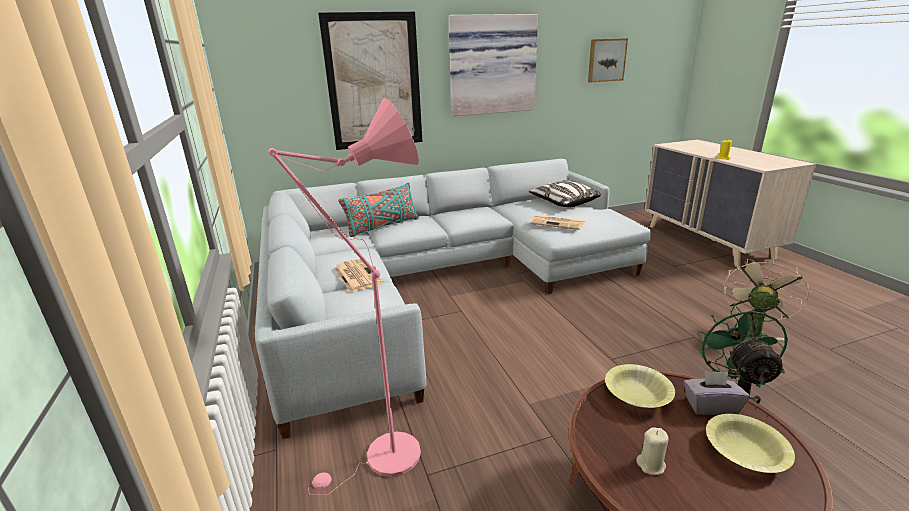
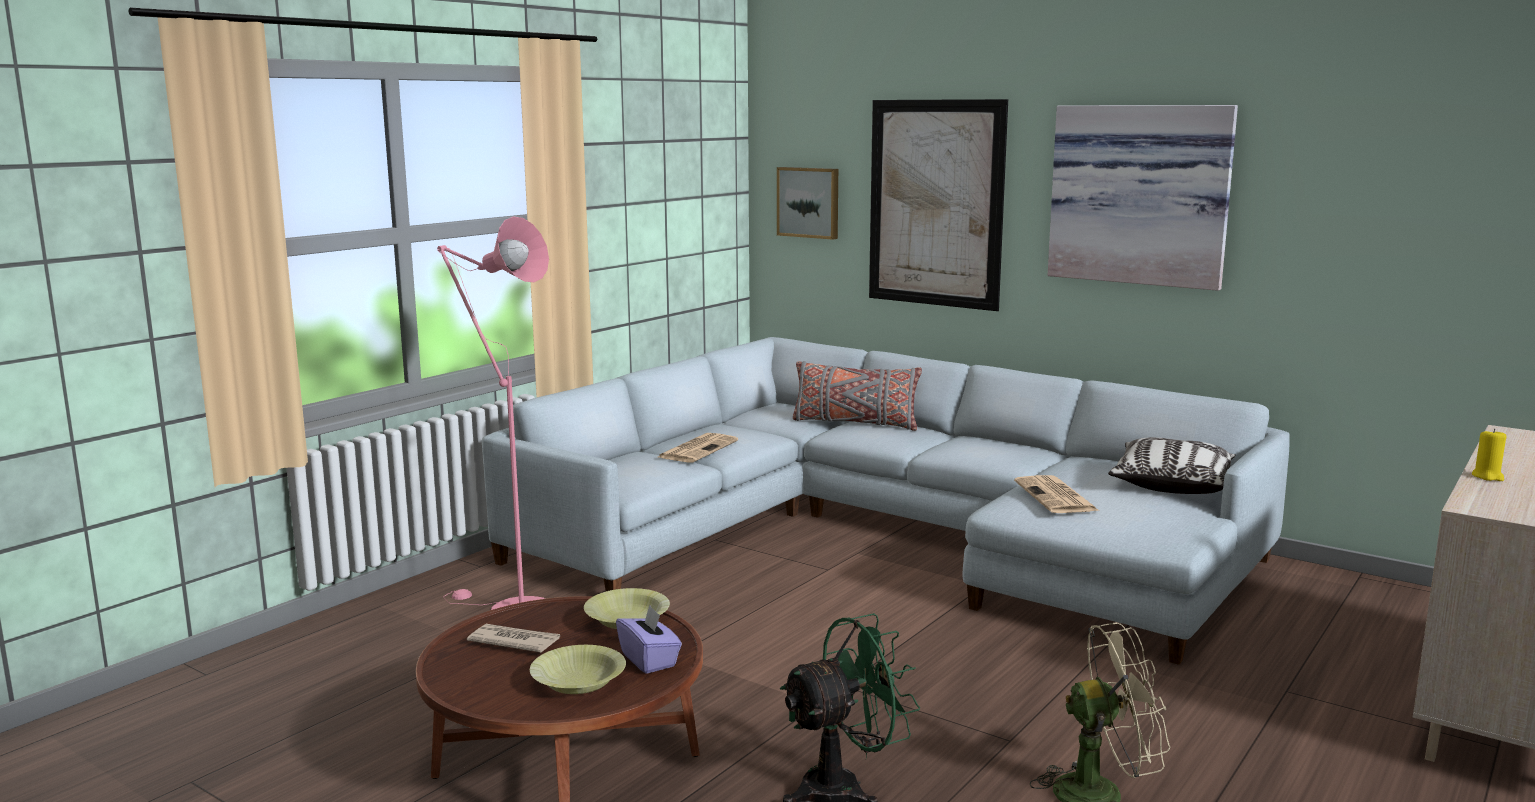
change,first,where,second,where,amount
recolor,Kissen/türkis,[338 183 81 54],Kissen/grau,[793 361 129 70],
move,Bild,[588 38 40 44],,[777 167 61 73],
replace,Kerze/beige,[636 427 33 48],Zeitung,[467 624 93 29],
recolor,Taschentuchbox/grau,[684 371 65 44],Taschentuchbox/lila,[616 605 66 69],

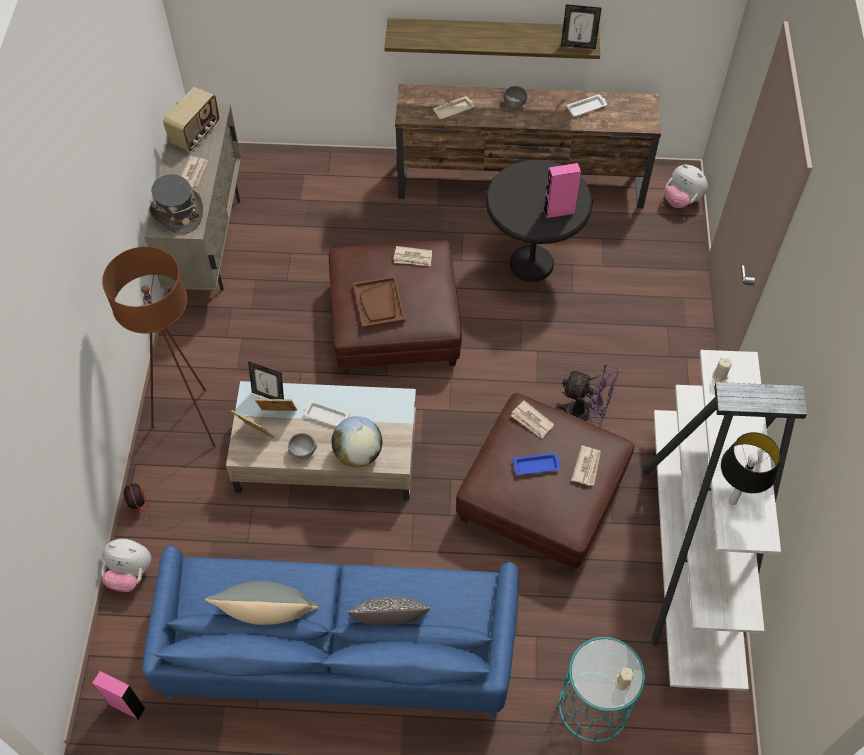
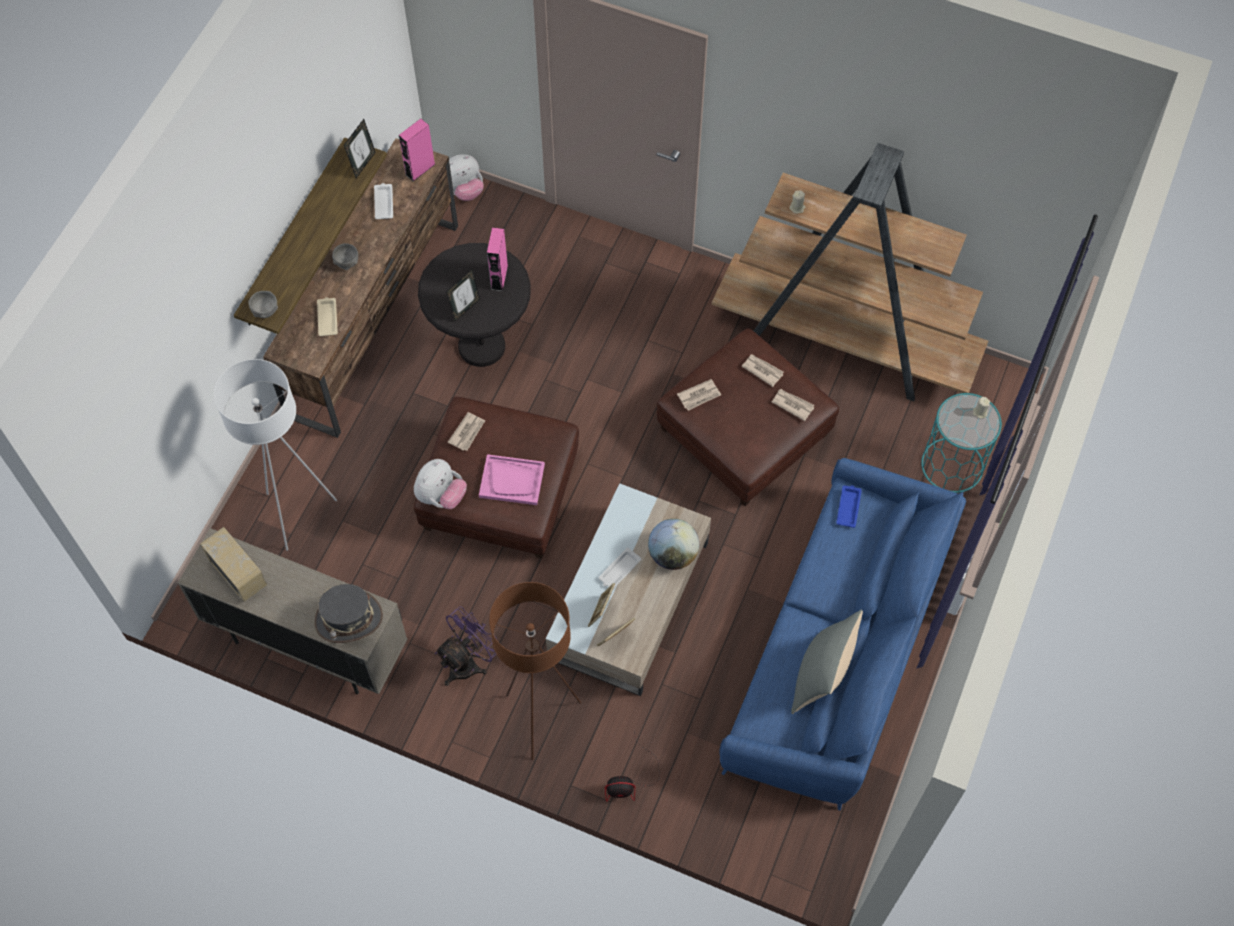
change,first,where,second,where,amount
move,Lautsprecher/rosa,[92 671 54 49],,[399 119 37 62],
move,Plüschtier,[101 539 50 53],,[414 459 53 50],
move,Zeitung,[180 156 28 31],,[772 389 42 32],
move,Bilderrahmen,[248 361 36 38],,[446 269 34 52],
move,Schüssel/grau,[288 433 29 27],,[248 291 30 27],
delete,Kissen,[347 597 83 28],,,
recolor,Tablett/braun,[353 276 52 54],Tablett/rosa,[479 454 66 51],
move,Tablett/blau,[513 453 48 22],,[836 485 26 43],
move,Ventilator/lila,[556 364 63 60],,[435 606 62 80],
recolor,Bücherregal/weiß,[643 350 164 341],Bücherregal/braun,[712 143 276 258],
delete,Tischlampe,[721 432 59 73],,,
insert,,,Stehlampe/weiß,[214 359 123 192],

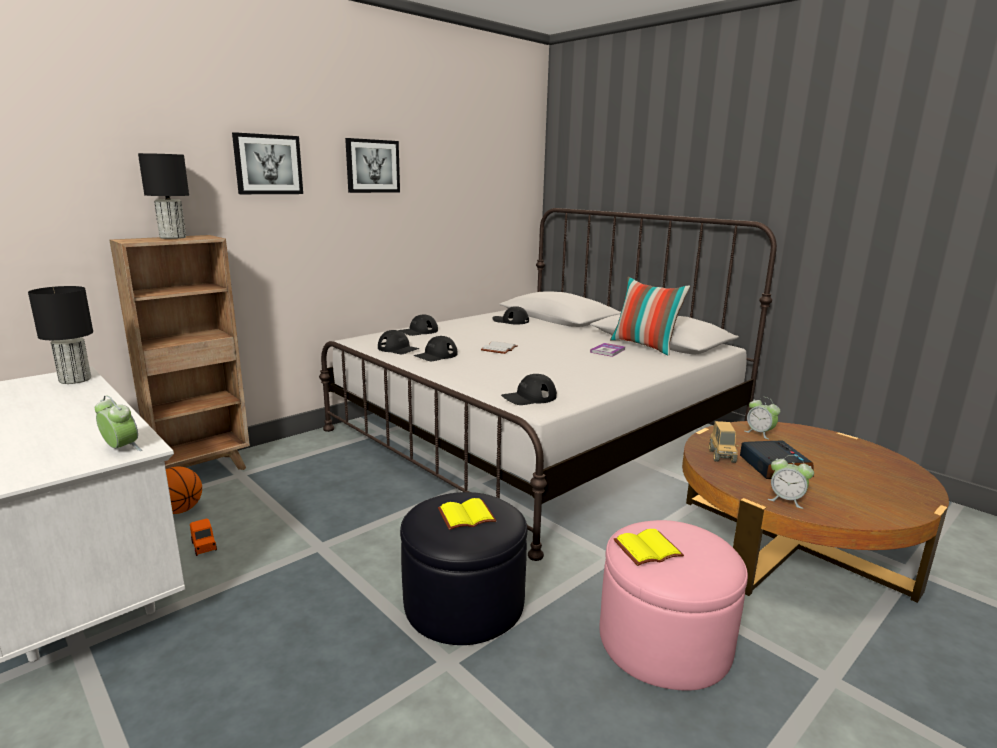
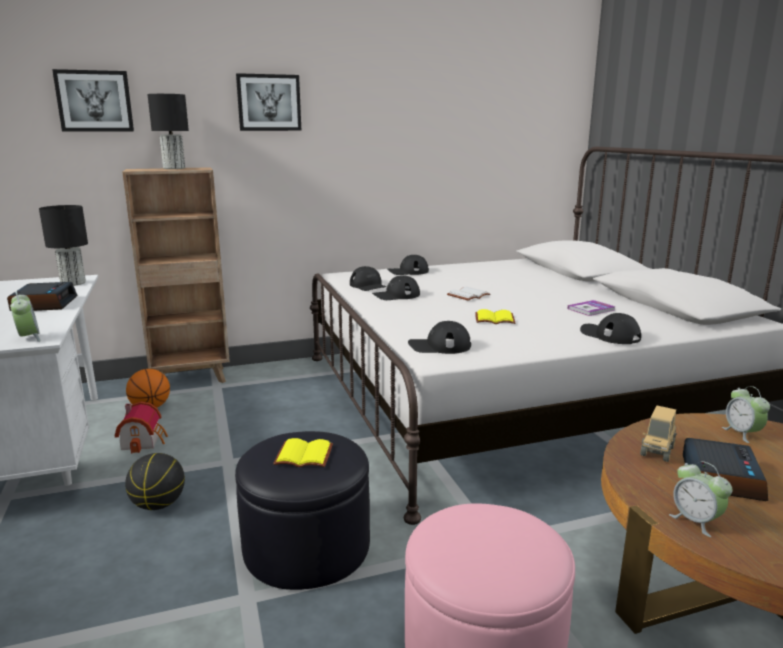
change,first,where,second,where,amount
replace,Spielzeugauto/orange,[190 519 27 37],Spielzeughaus,[115 402 53 51],
move,Bild,[345 138 55 55],,[52 69 82 63],
move,Kappe/schwarz,[492 306 37 18],,[580 313 61 31],
delete,Kissen,[610 277 80 79],,,
move,Buch/gelb,[614 529 70 37],,[475 309 40 15],
insert,,,Wecker,[7 282 70 29],
insert,,,Basketball,[125 453 60 57],

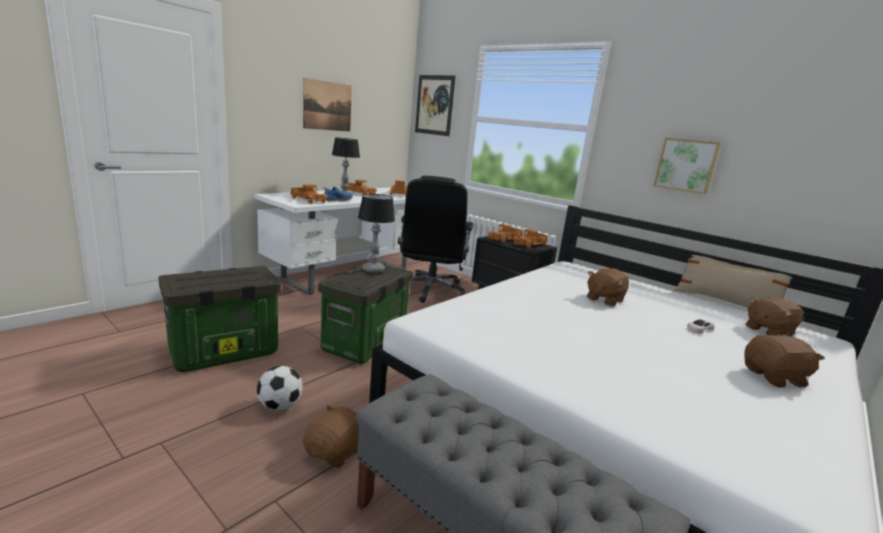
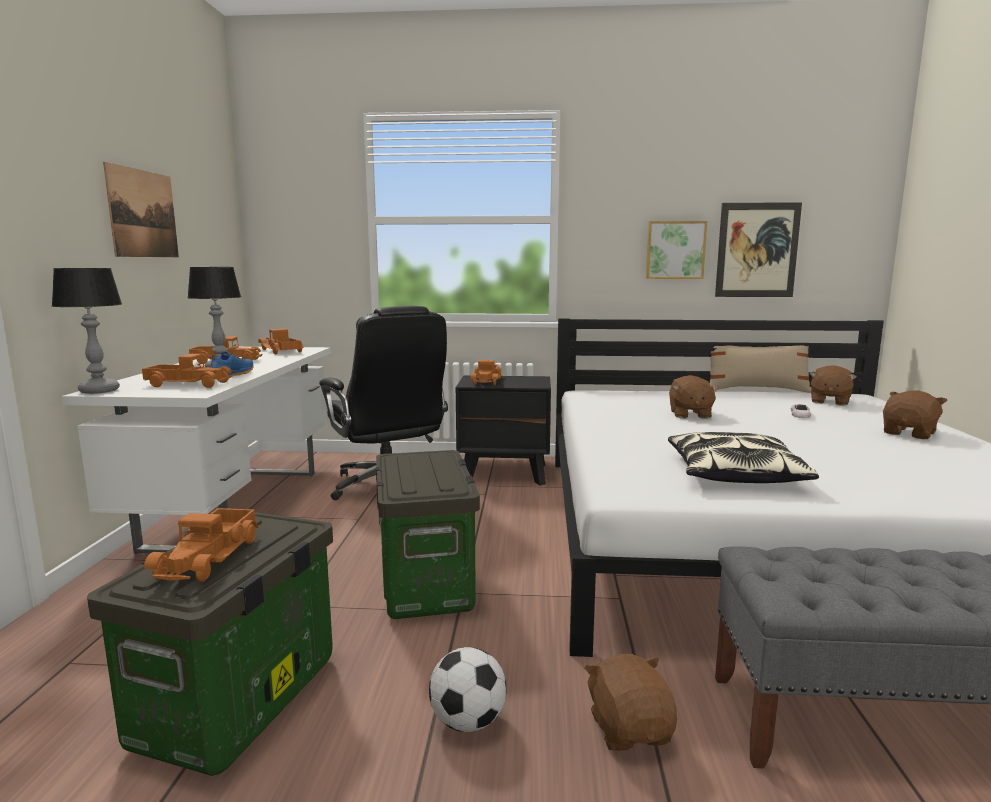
change,first,where,second,where,amount
move,Tischlampe,[358 194 37 79],,[52 268 70 126],
move,Bild,[415 75 41 61],,[715 202 87 95],
move,Spielzeuglaster,[513 229 35 20],,[144 508 116 74],
insert,,,Kissen,[668 432 151 51],

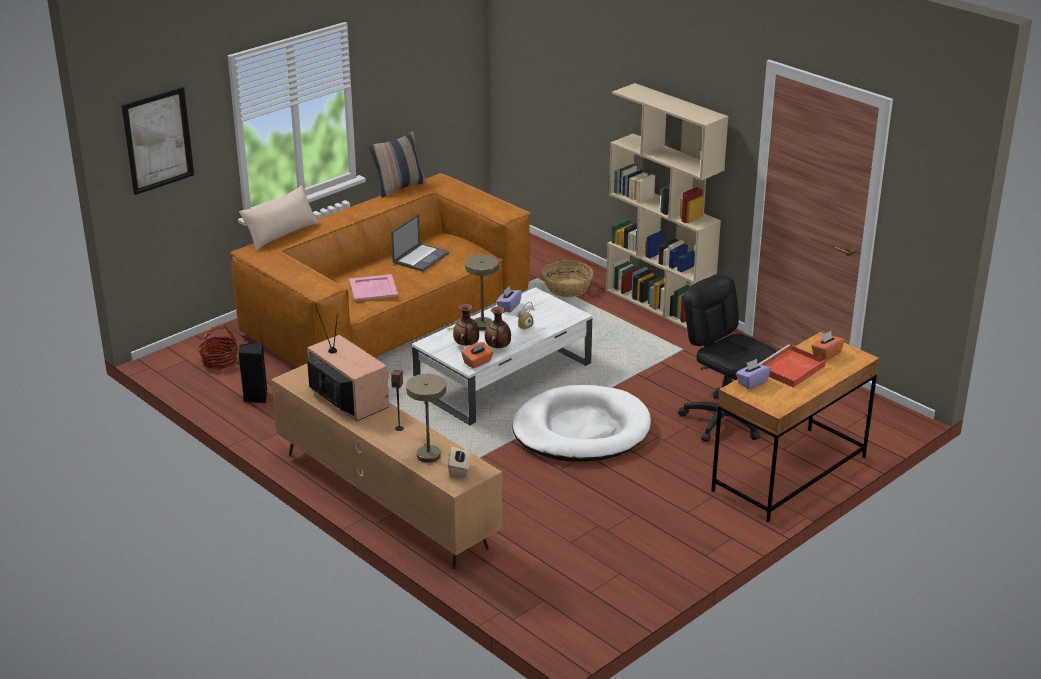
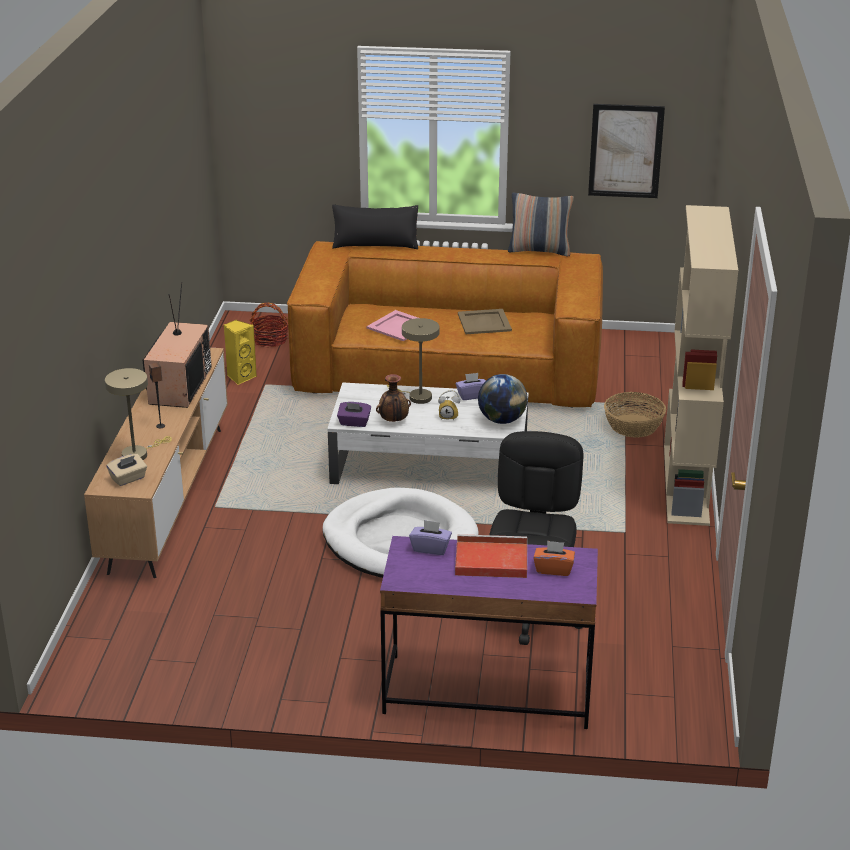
change,first,where,second,where,amount
move,Bild,[122 87 72 108],,[588 104 77 94],
recolor,Kissen/beige,[239 185 79 66],Kissen/schwarz,[332 204 86 45],
recolor,Lautsprecher/schwarz,[239 342 28 61],Lautsprecher/gelb,[224 320 33 65],
replace,Laptop,[391 214 58 58],Tablett/beige,[458 309 54 25],
delete,Vase,[453 304 26 42],,,
recolor,Taschentuchbox/orange,[461 342 33 26],Taschentuchbox/lila,[337 402 34 25],
recolor,Schreibtisch/braun,[712 332 167 190],Schreibtisch/lila,[380 536 218 193],
insert,,,Globus,[478 374 50 50],

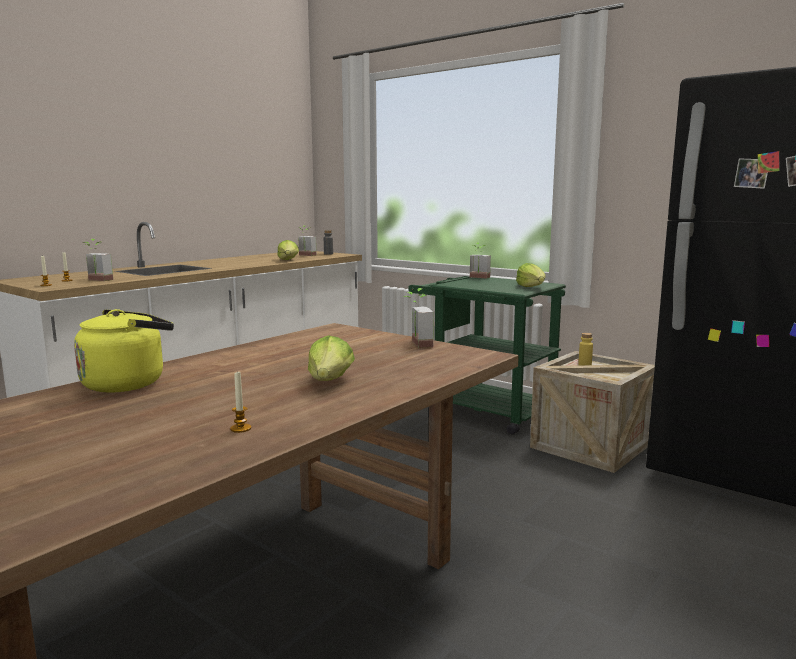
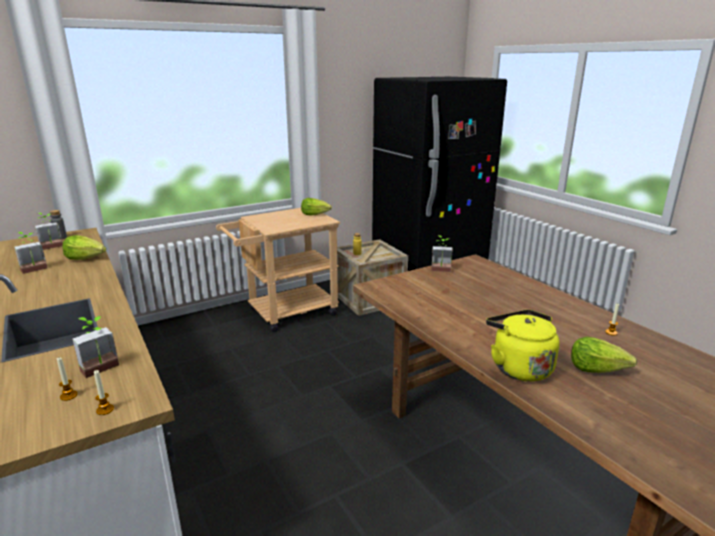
change,first,where,second,where,amount
move,Salatkopf,[308 335 47 46],,[571 337 66 36],
recolor,Rollwagen/grün,[408 276 158 158],Rollwagen/beige,[216 208 124 124],
move,Topfpflanze,[470 243 21 35],,[14 232 34 42],

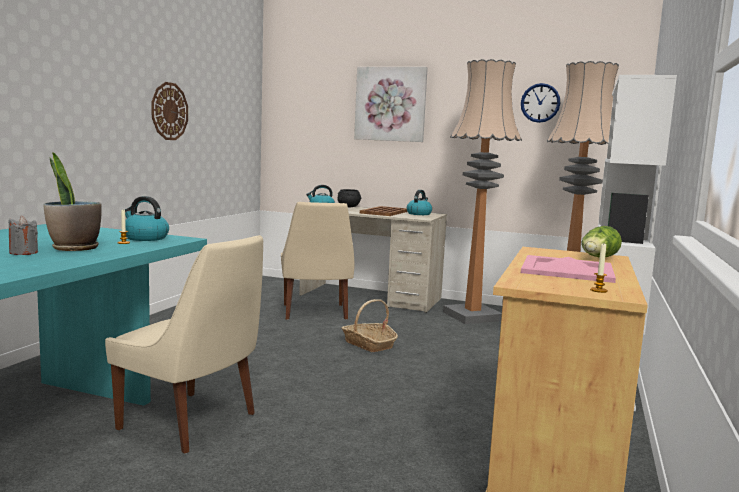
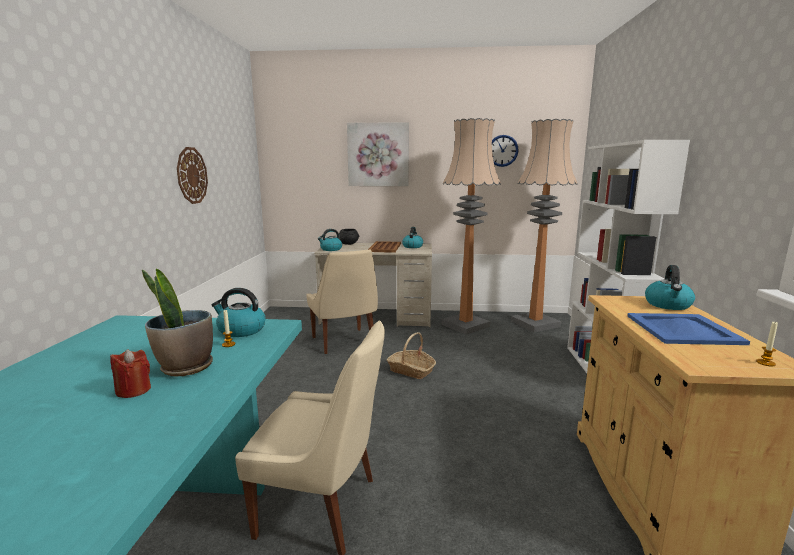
change,first,where,second,where,amount
recolor,Kerze/grau,[8 216 30 39],Kerze/rot,[110 349 41 49],
recolor,Tablett/rosa,[521 255 95 28],Tablett/blau,[627 313 123 32],
replace,Salatkopf,[582 226 40 32],Wasserkessel,[645 265 50 45],

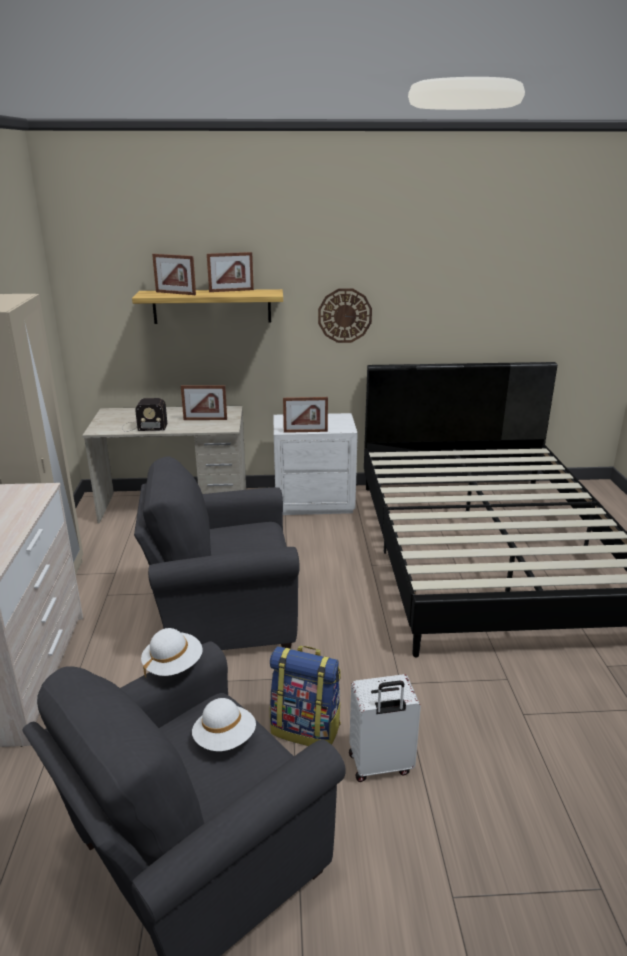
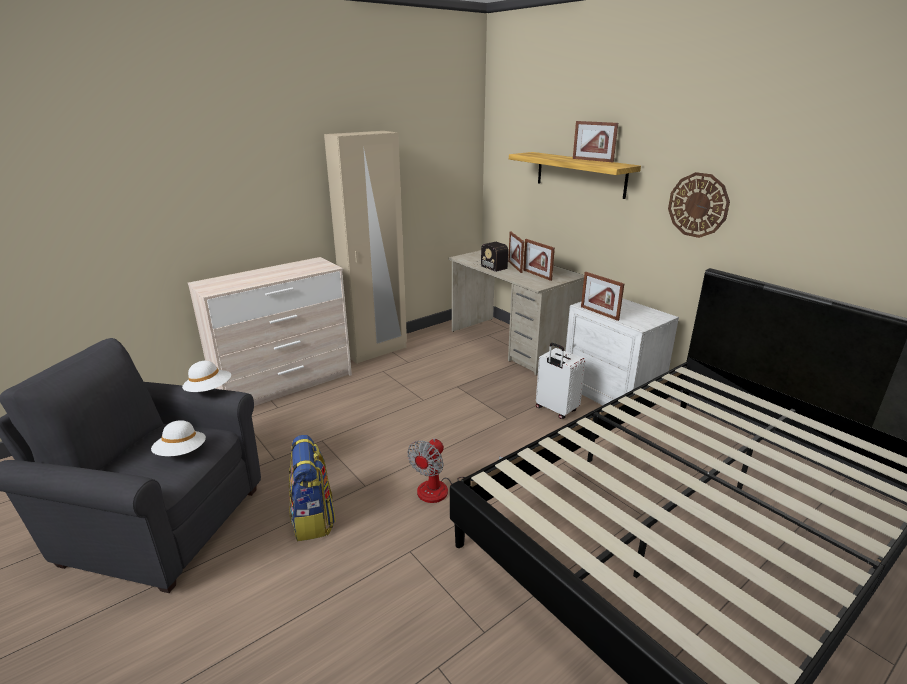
change,first,where,second,where,amount
delete,Sessel/grau,[134 456 166 194],,,
move,Bilderrahmen,[152 254 44 41],,[508 232 16 41],
move,Koffer/weiß,[349 674 72 108],,[536 343 49 76],
insert,,,Ventilator,[407 438 96 65],

